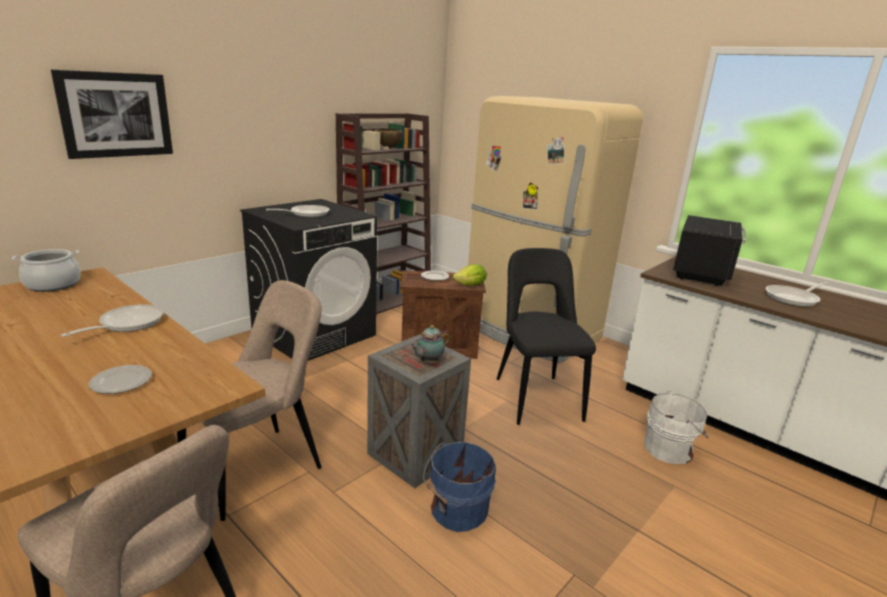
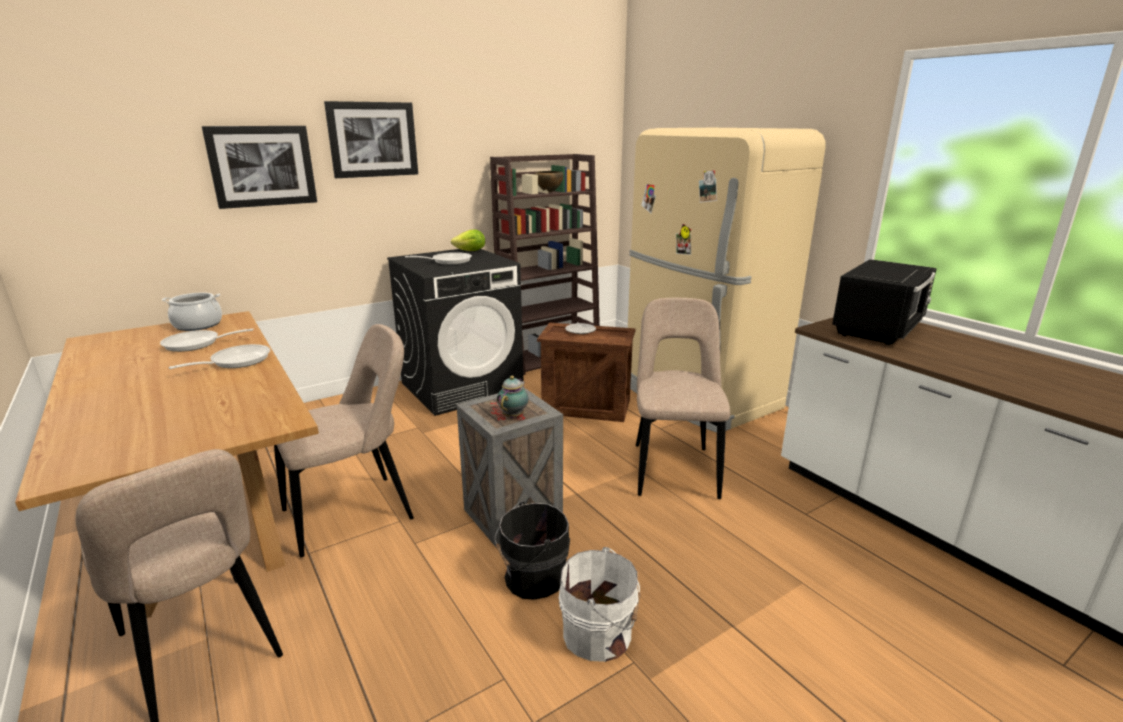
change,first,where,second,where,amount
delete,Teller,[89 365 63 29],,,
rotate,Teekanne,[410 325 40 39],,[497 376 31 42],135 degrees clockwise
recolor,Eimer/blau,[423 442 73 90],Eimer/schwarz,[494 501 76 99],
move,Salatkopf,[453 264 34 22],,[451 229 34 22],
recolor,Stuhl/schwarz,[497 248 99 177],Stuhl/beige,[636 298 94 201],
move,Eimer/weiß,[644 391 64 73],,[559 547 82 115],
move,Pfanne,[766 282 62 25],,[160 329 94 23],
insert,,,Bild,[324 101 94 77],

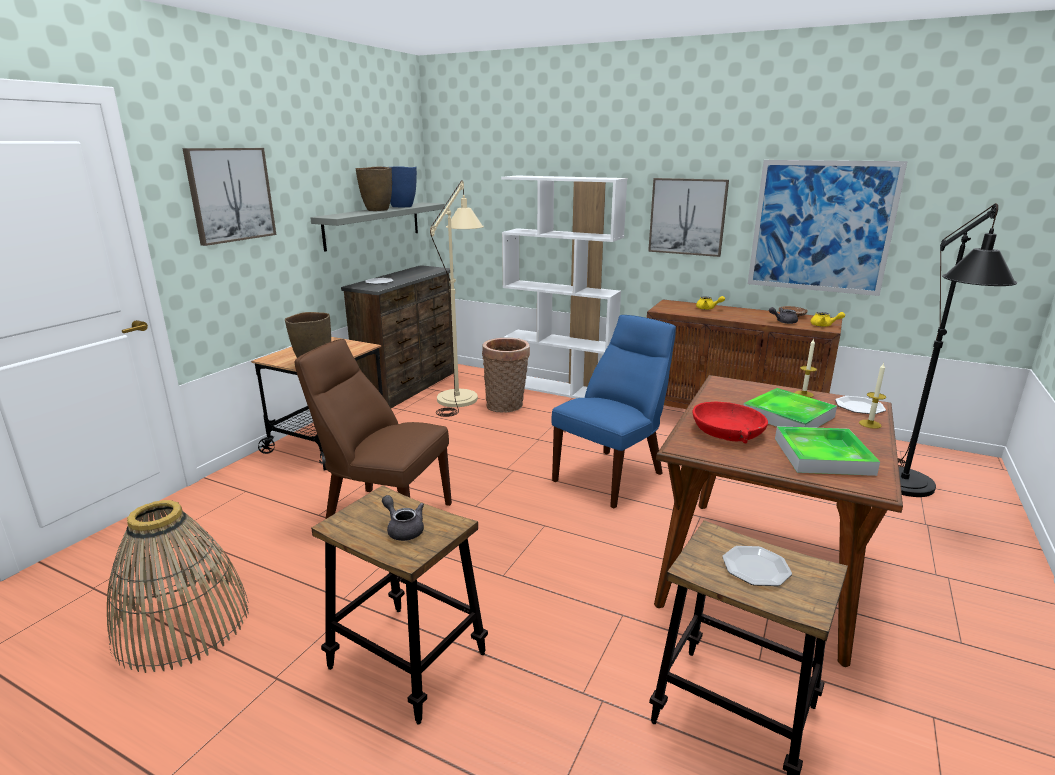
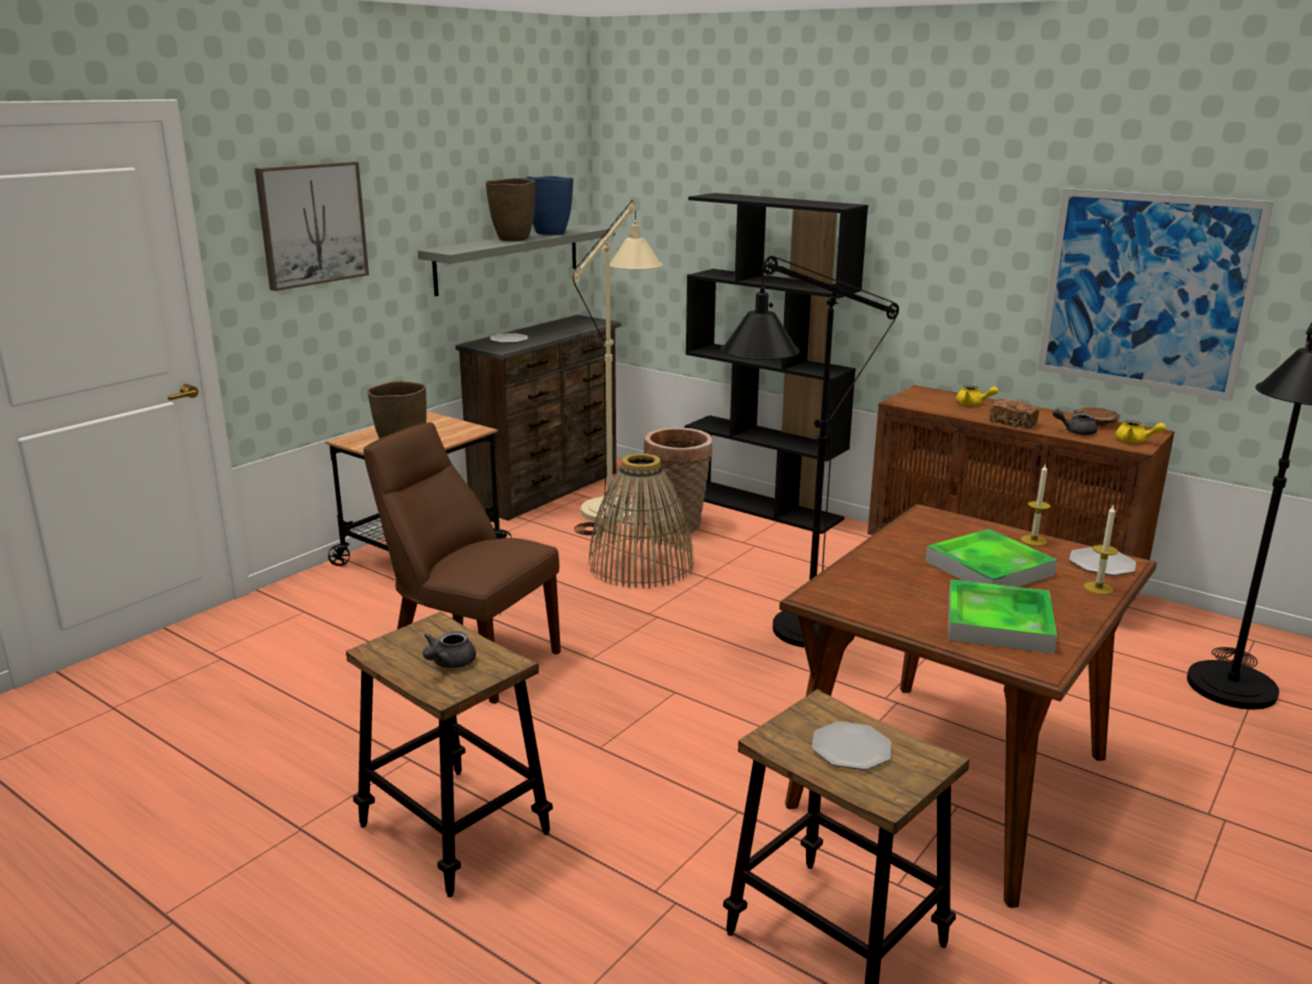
change,first,where,second,where,amount
move,Korb,[107 500 142 173],,[588 453 106 136],
rotate,Teekanne/grau,[382 495 42 46],,[423 631 53 37],120 degrees counterclockwise
recolor,Bücherregal/weiß,[501 176 126 222],Bücherregal/schwarz,[684 193 184 341],
replace,Stuhl/blau,[551 315 125 193],Stehlampe/schwarz,[720 256 179 392],
delete,Bild,[648 178 81 79],,,
delete,Schüssel/rot,[692 402 76 41],,,
insert,,,Brot,[989 399 50 30],

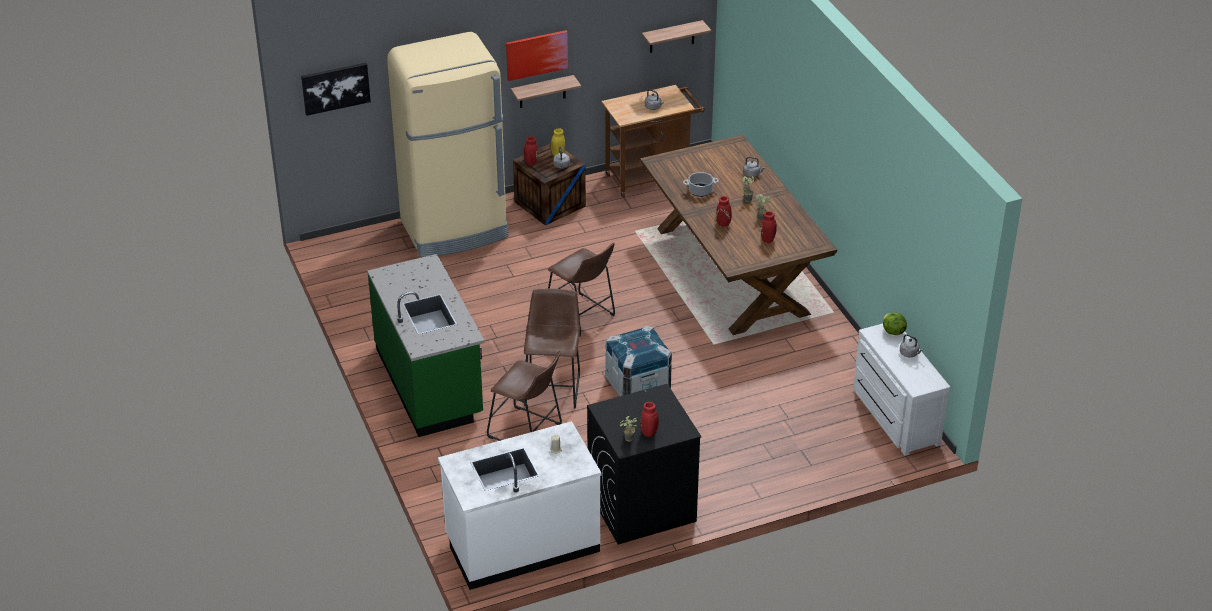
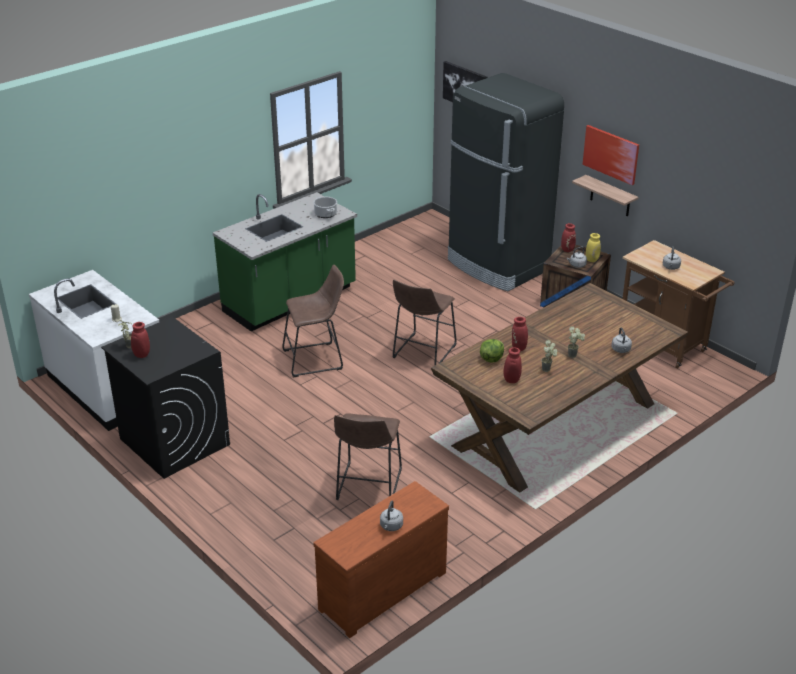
change,first,where,second,where,amount
recolor,Kühlschrank/beige,[387 32 121 225],Kühlschrank/schwarz,[448 73 116 218],
move,Hocker/braun,[487 350 75 91],,[334 413 68 87],
delete,Kiste,[606 326 66 70],,,
delete,Wandregal,[642 20 69 33],,,
move,Kochtopf,[683 172 36 25],,[313 197 24 21],
recolor,Kommode/weiß,[853 324 97 132],Kommode/braun,[313 481 136 157],
move,Salatkopf,[883 312 24 23],,[480 339 24 24],

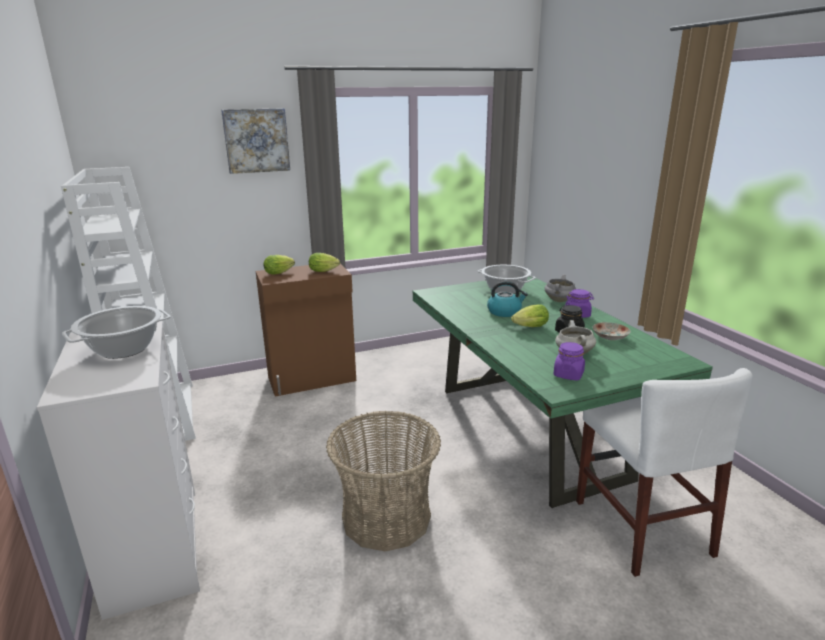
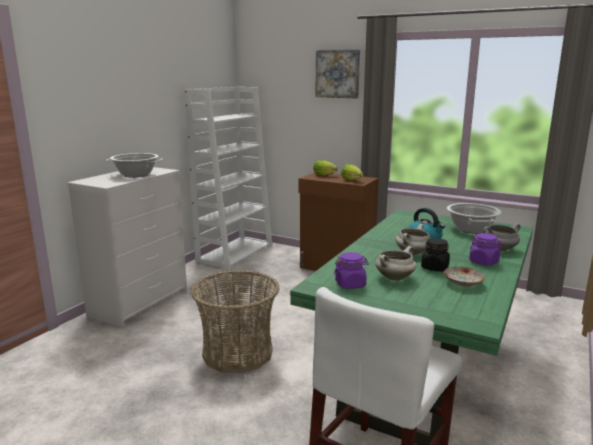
change,first,where,second,where,amount
replace,Salatkopf,[511 304 38 23],Kochtopf/weiß,[396 224 34 31],

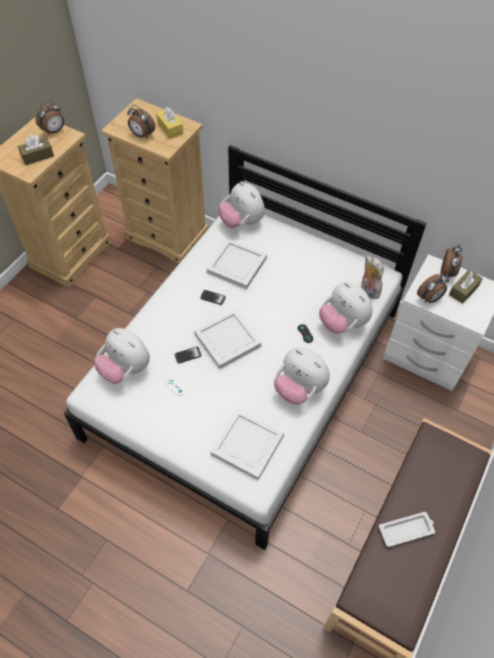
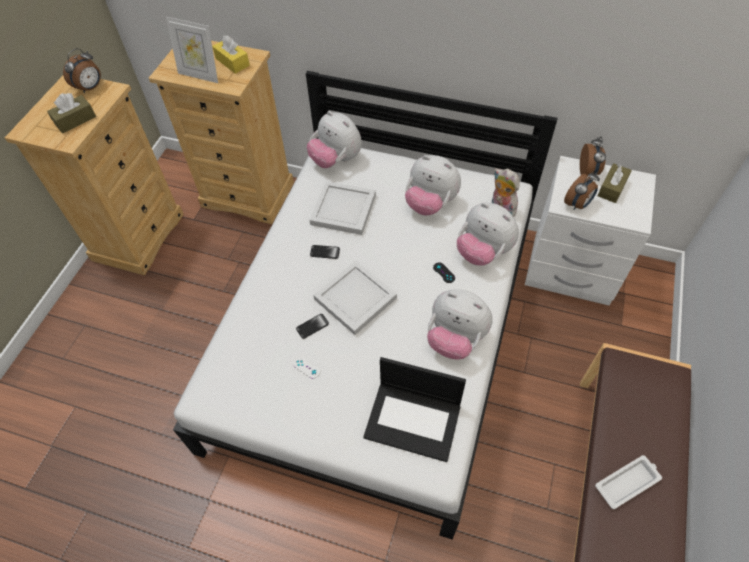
change,first,where,second,where,amount
move,Plüschtier,[94 328 56 56],,[405 155 56 60],
replace,Wecker,[127 105 28 33],Bilderrahmen,[166 17 52 66],
replace,Tablett/weiß,[211 409 73 71],Laptop,[363 357 103 105],

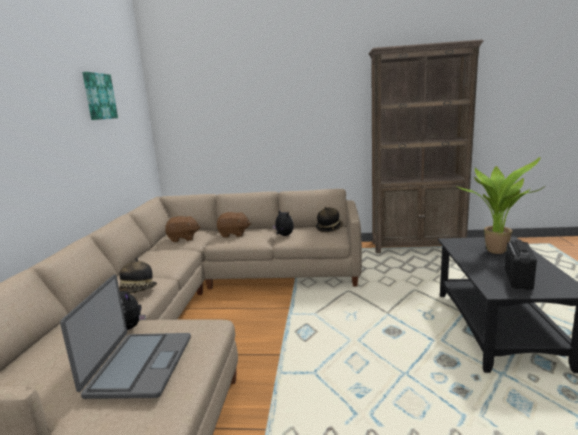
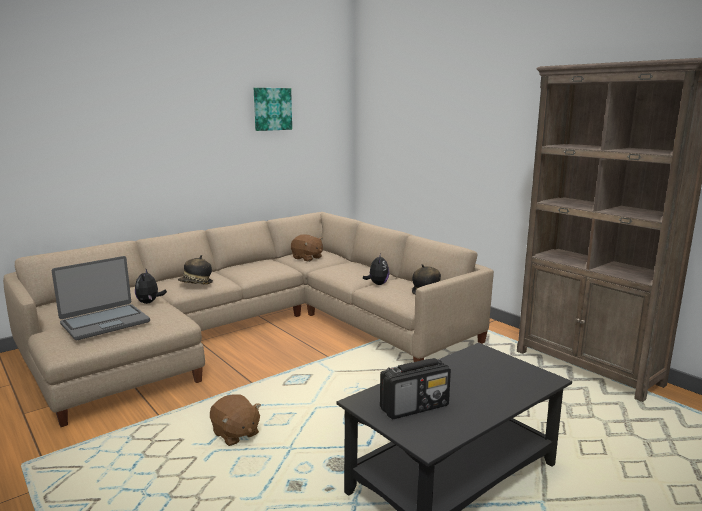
change,first,where,second,where,amount
move,Plüschtier/braun,[217 212 34 26],,[210 394 51 52],
delete,Topfpflanze,[457 157 88 97],,,

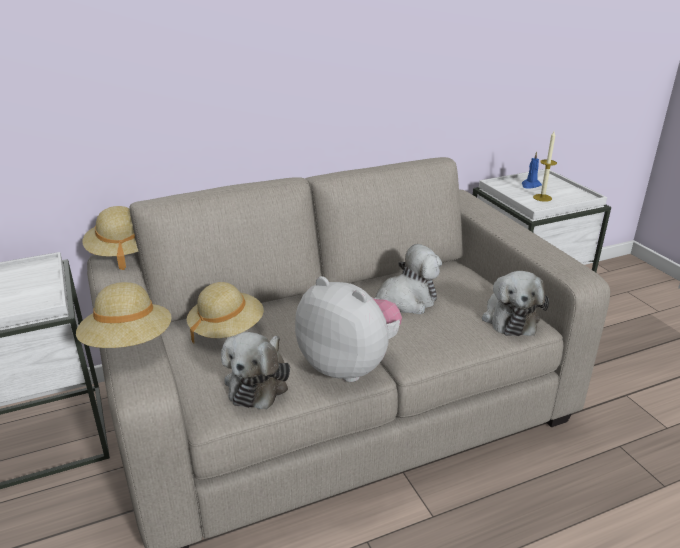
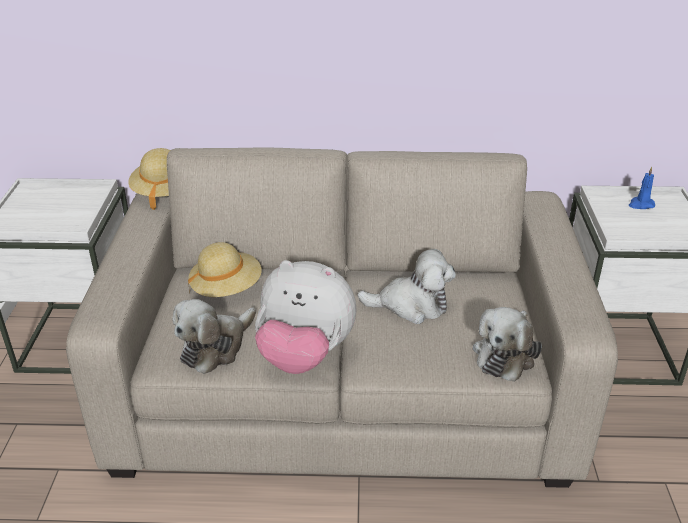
change,first,where,second,where,amount
delete,Hut/beige,[76 282 96 66],,,
rotate,Plüschtier,[295 276 107 106],,[255 260 102 114],135 degrees clockwise
delete,Kerze,[533 131 24 71],,,

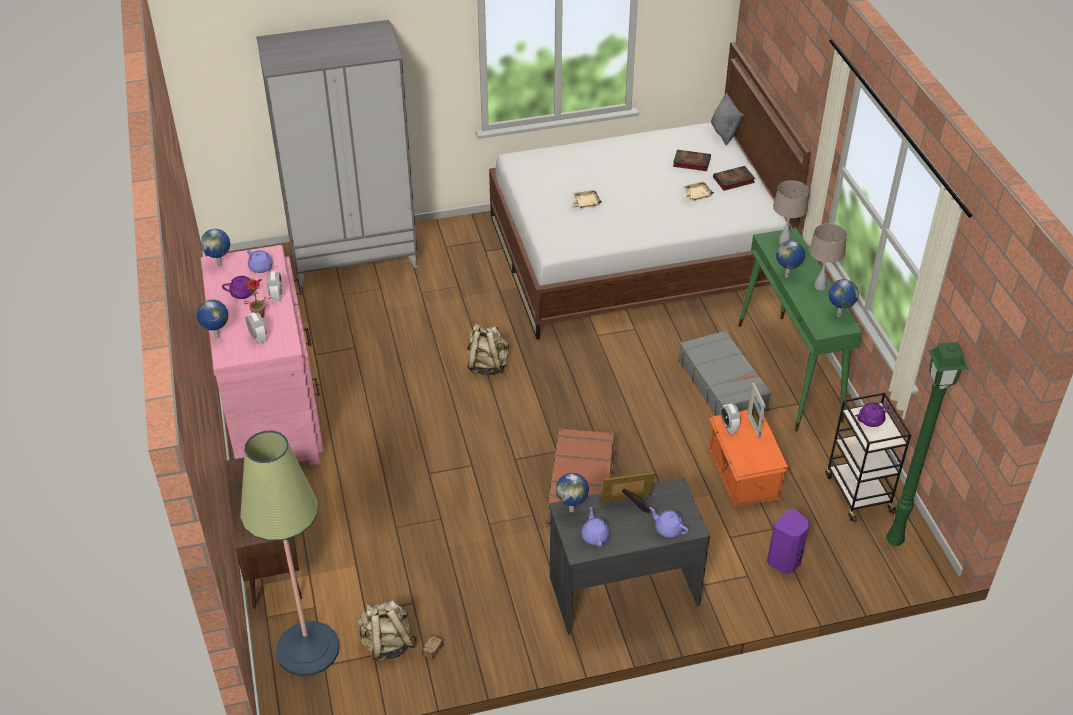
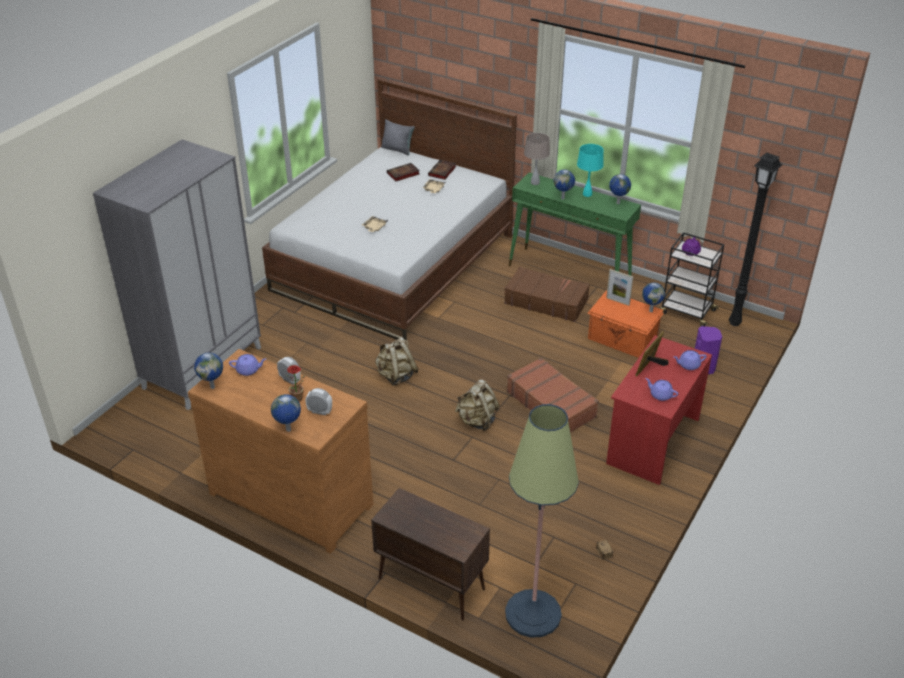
change,first,where,second,where,amount
recolor,Kommode/rosa,[200 245 124 220],Kommode/braun,[188 349 185 205],
delete,Teekanne/lila,[222 276 40 23],,,
move,Rucksack/beige,[357 600 60 62],,[455 379 45 52],
recolor,Schreibtisch/grau,[549 477 161 157],Schreibtisch/rot,[606 335 106 150],
move,Globus,[556 473 33 39],,[642 283 23 29],
recolor,Koffer/grau,[678 330 94 86],Koffer/braun,[504 267 86 55],
delete,Wecker,[721 404 20 30],,,
recolor,Tischlampe/beige,[809 223 38 68],Tischlampe/türkis,[577 144 27 53],
recolor,Stehlampe/grün,[886 342 82 204],Stehlampe/schwarz,[729 152 54 174],

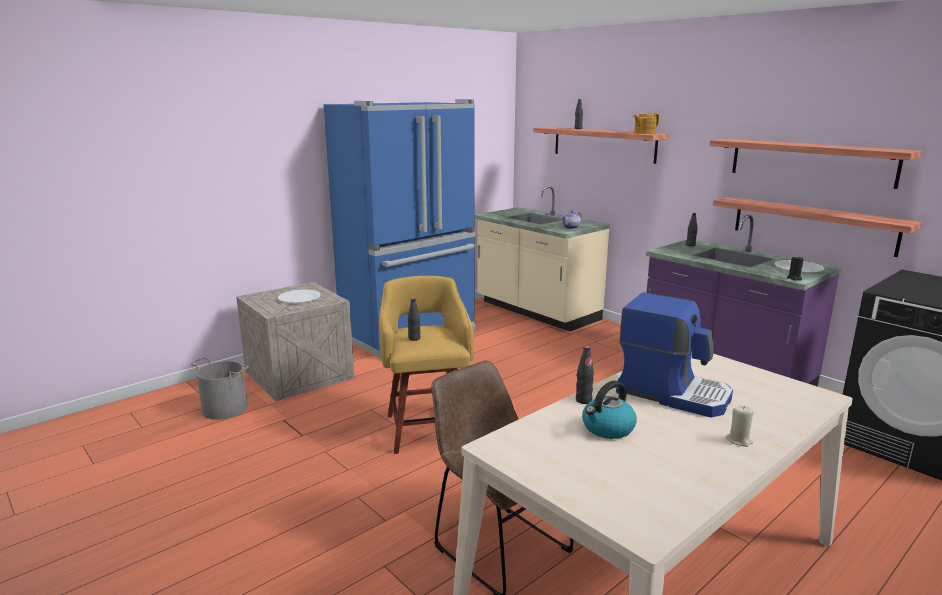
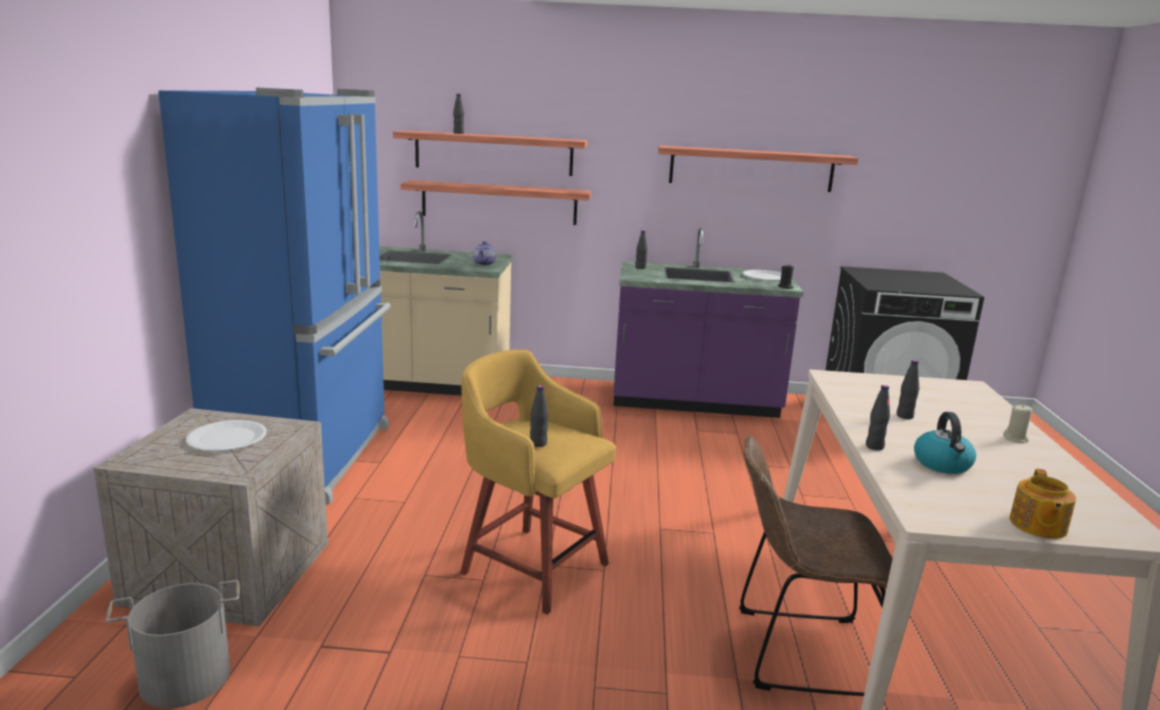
change,first,where,second,where,amount
replace,Kaffeemaschine,[616 292 117 126],Flasche/schwarz,[897 360 22 59],
move,Teekanne,[633 114 26 20],,[1010 469 66 70],
move,Wandregal,[713 197 209 60],,[400 180 191 45],

